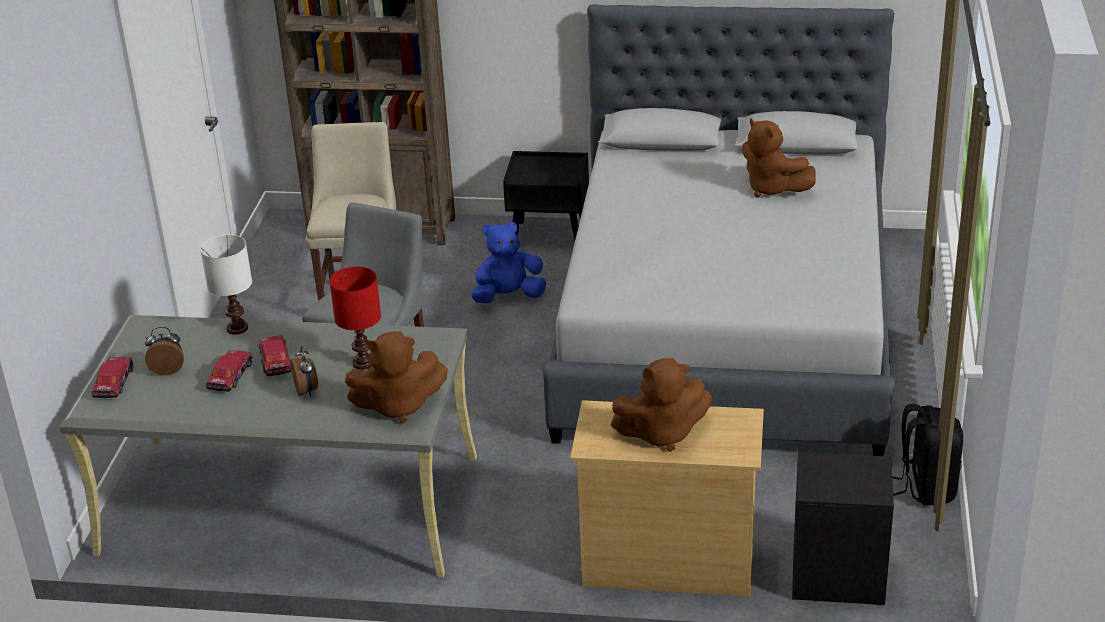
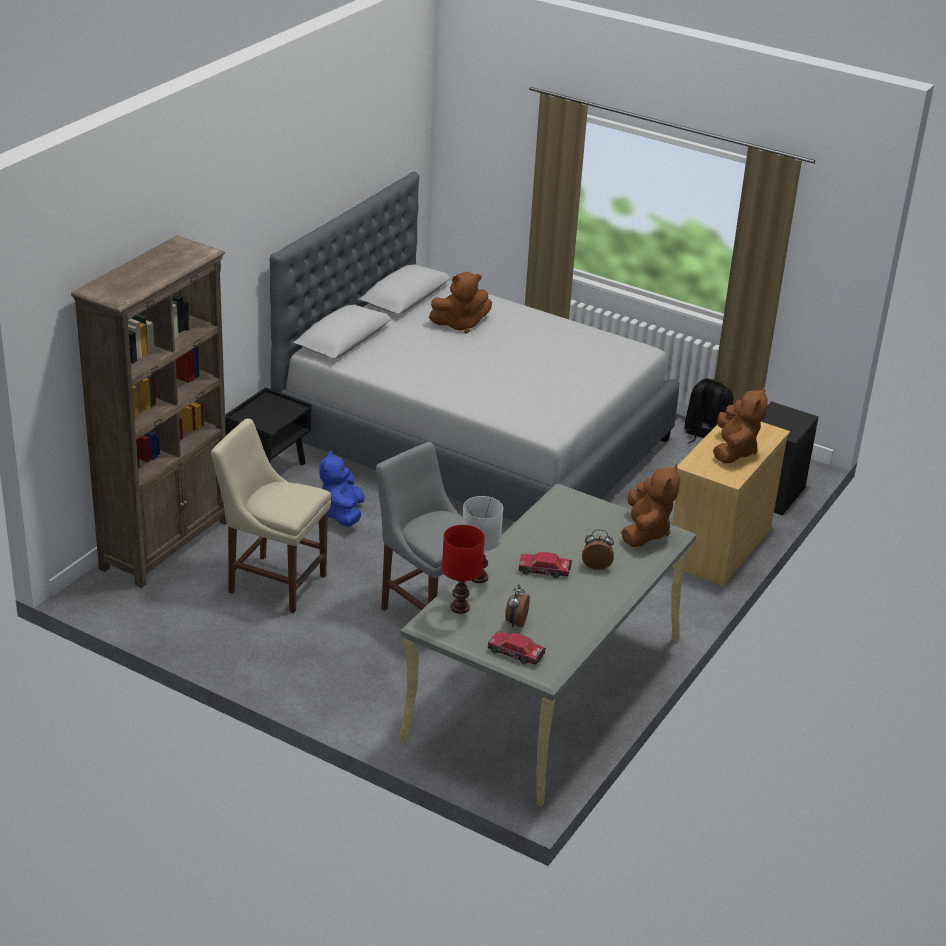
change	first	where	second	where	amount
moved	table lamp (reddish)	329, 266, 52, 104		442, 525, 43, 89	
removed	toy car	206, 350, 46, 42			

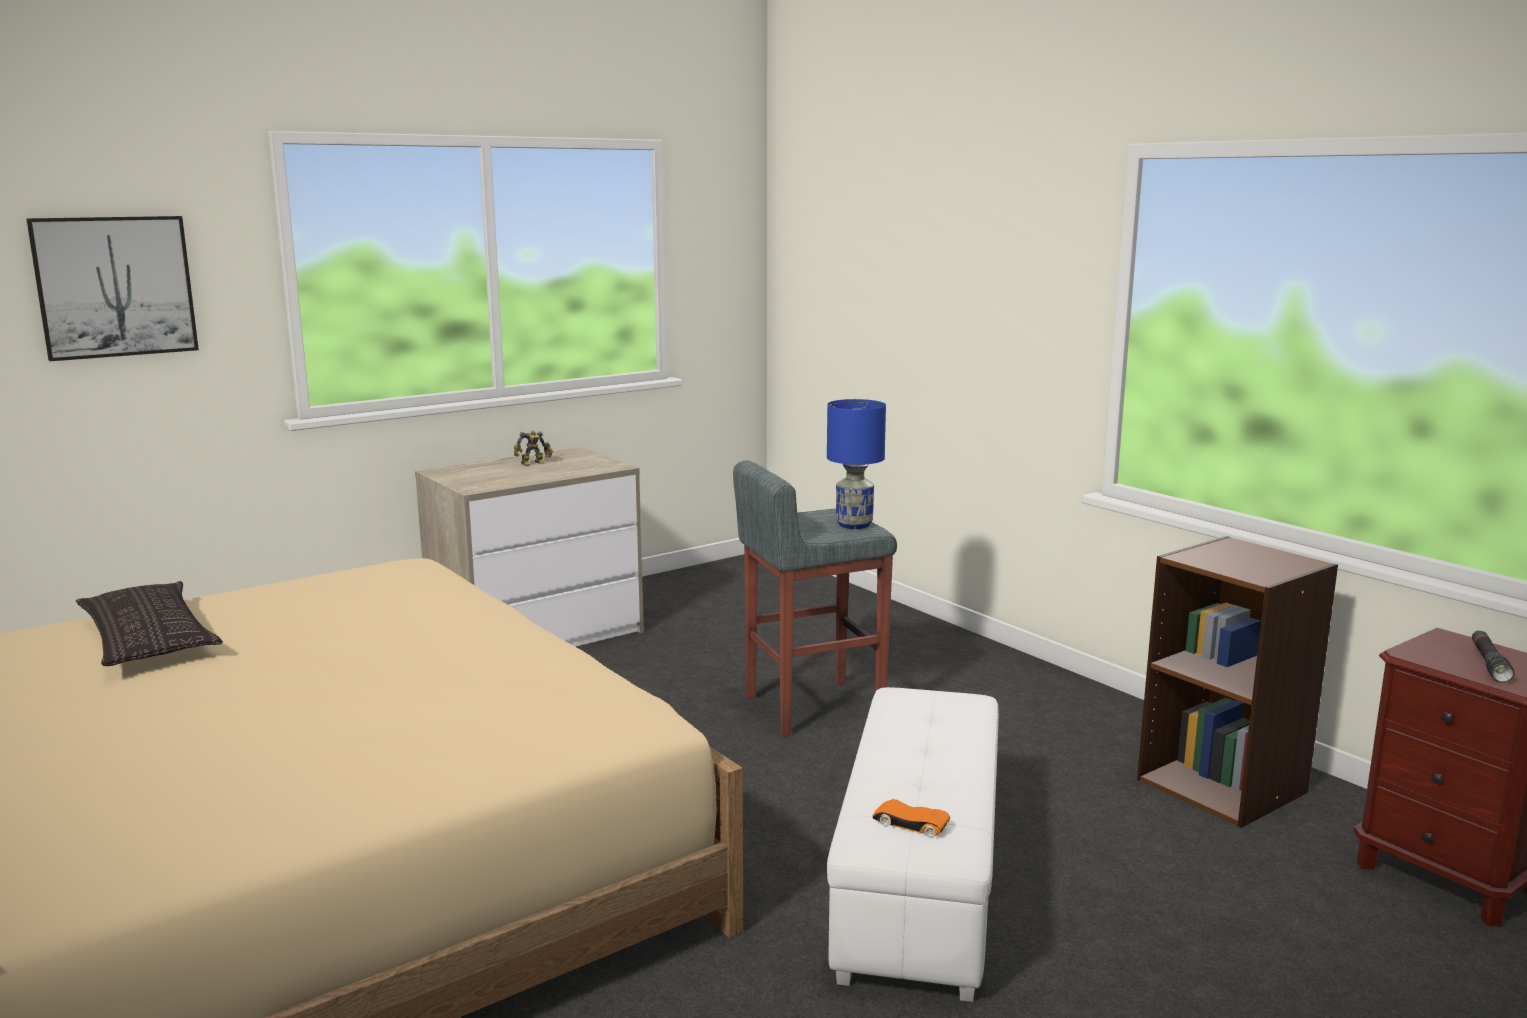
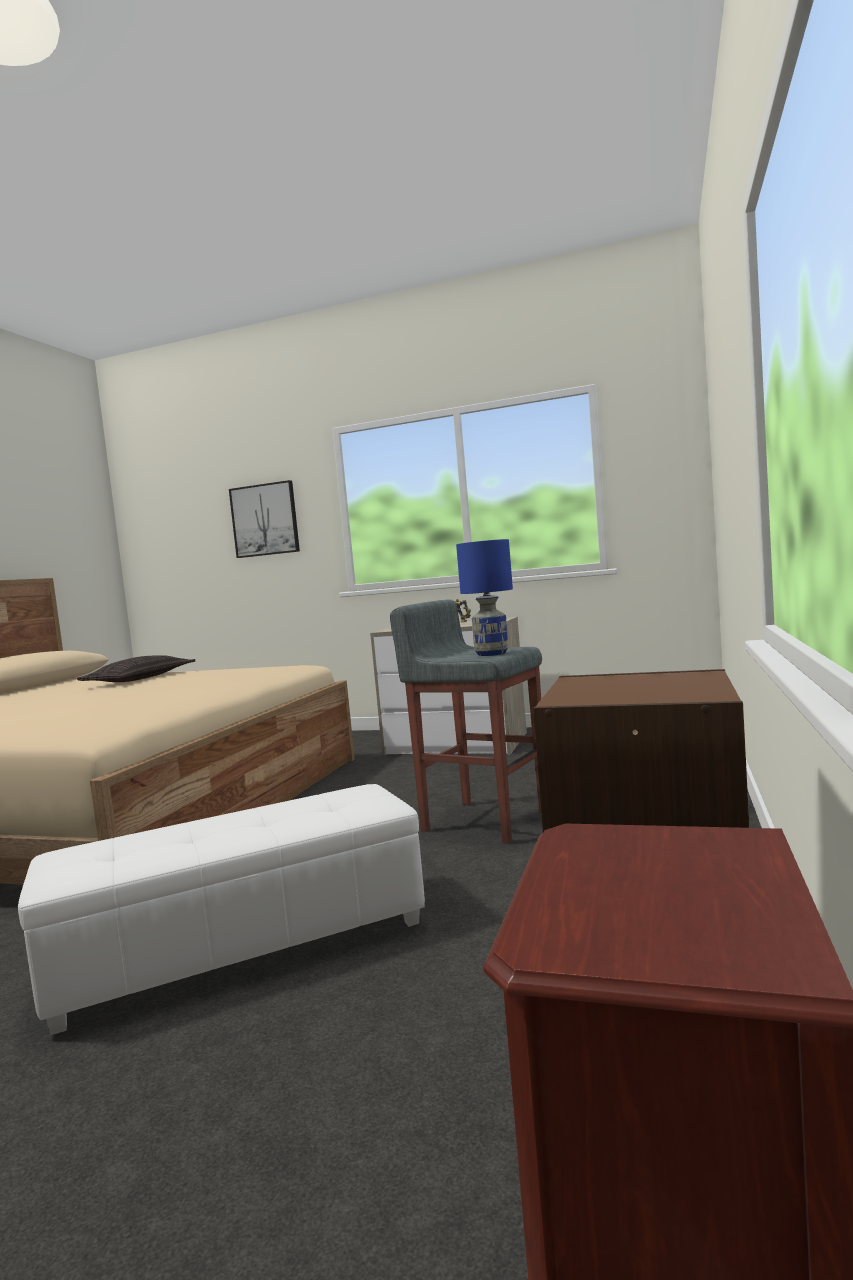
change	first	where	second	where	amount
removed	toy car (orange)	872, 800, 78, 38			
removed	torch (black-coloured)	1472, 631, 42, 52			

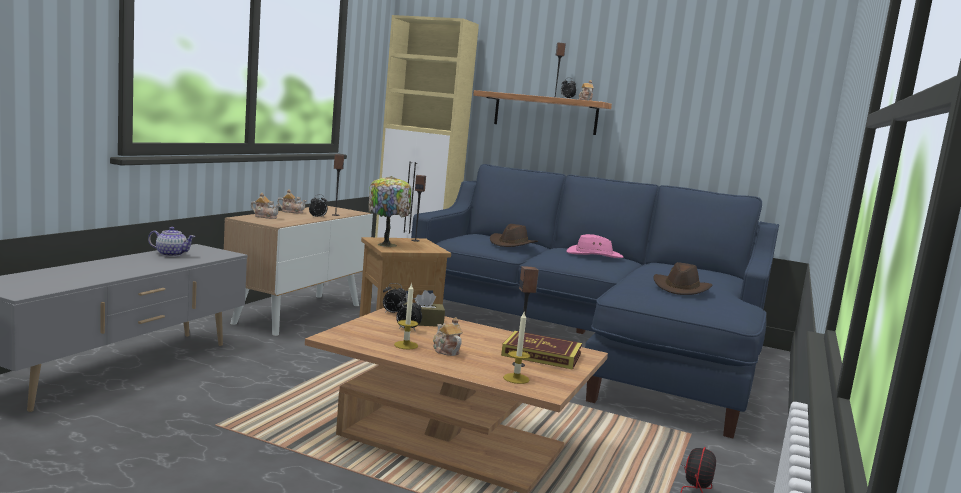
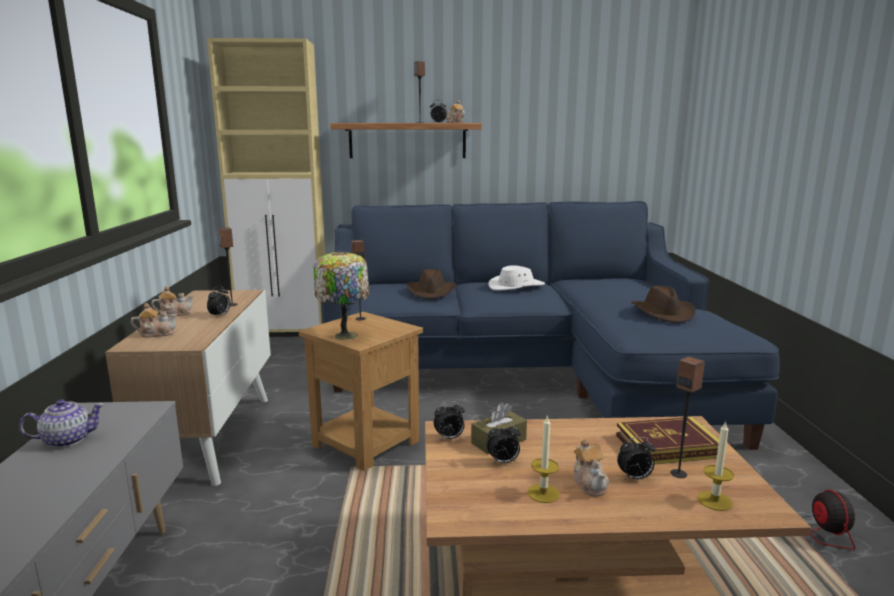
change	first	where	second	where	amount
recoloured	hat (pinkish)	567, 234, 56, 24	hat (whitish)	488, 266, 57, 24	
turned	pot for tea	433, 317, 30, 39		573, 438, 36, 58	135 degrees counterclockwise
added			table clock	617, 437, 38, 43	

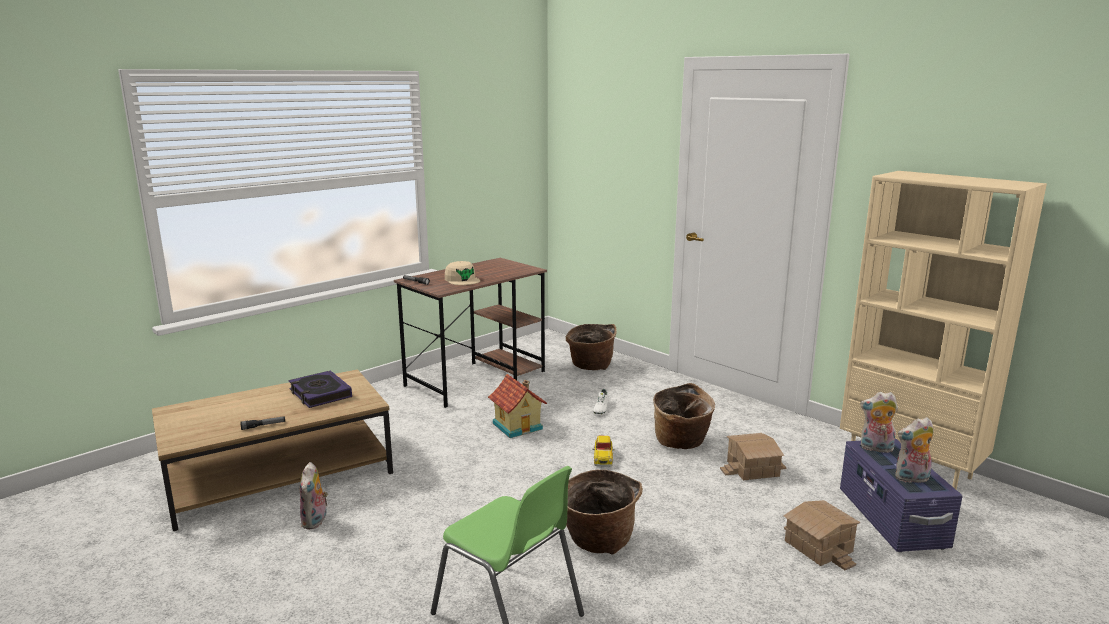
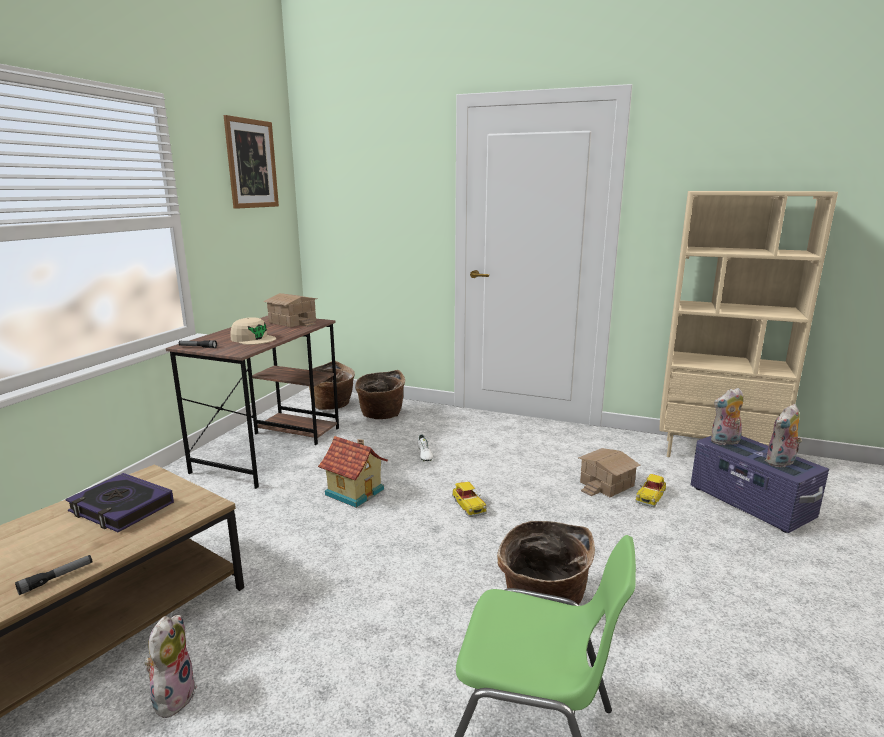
change	first	where	second	where	amount
turned	soft toy	300, 462, 28, 67		145, 615, 52, 103	150 degrees counterclockwise
added			wall picture	224, 115, 55, 94	
moved	miniature house	784, 500, 77, 70		263, 293, 54, 34	
moved	basket	653, 383, 62, 66		309, 361, 46, 49	
added			toy car	636, 474, 30, 33	

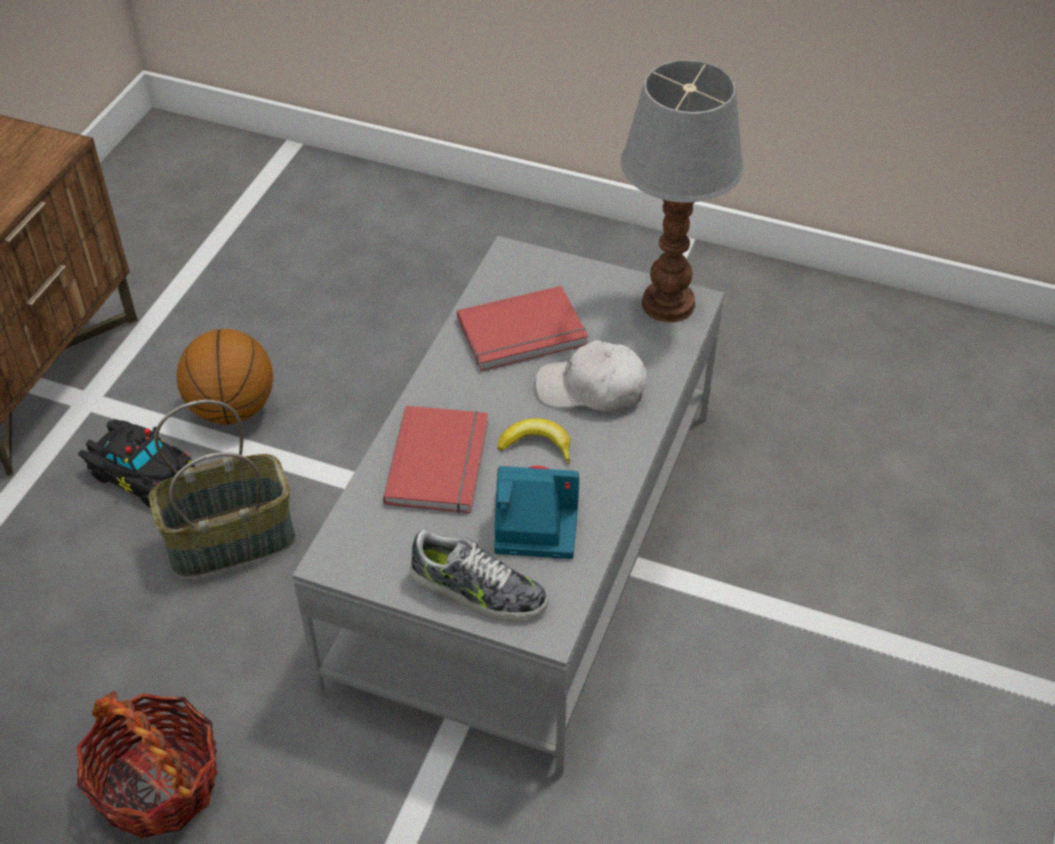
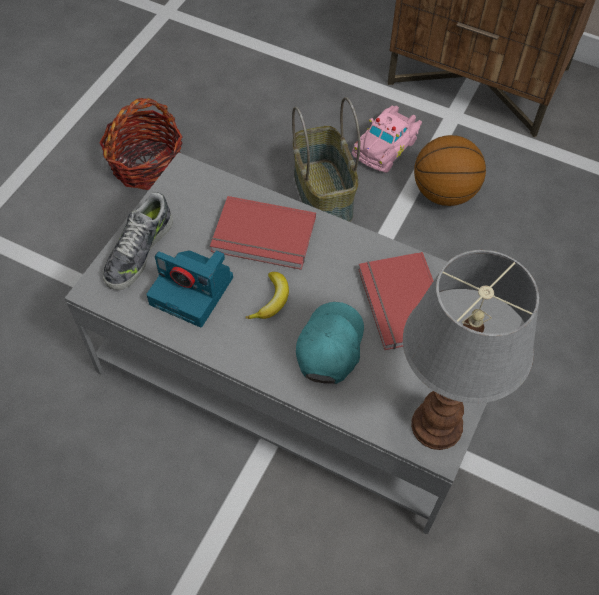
change	first	where	second	where	amount
turned	photo camera	494, 466, 86, 93		146, 250, 87, 77	105 degrees clockwise
recoloured	baseball cap (whitish)	535, 340, 111, 72	baseball cap (turquoise-coloured)	296, 302, 68, 82	
recoloured	toy car (black-coloured)	79, 419, 116, 89	toy car (pinkish)	352, 106, 70, 67	

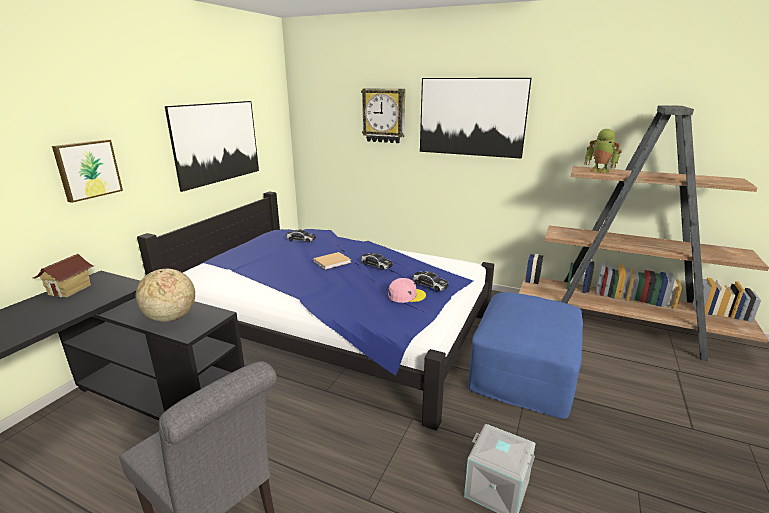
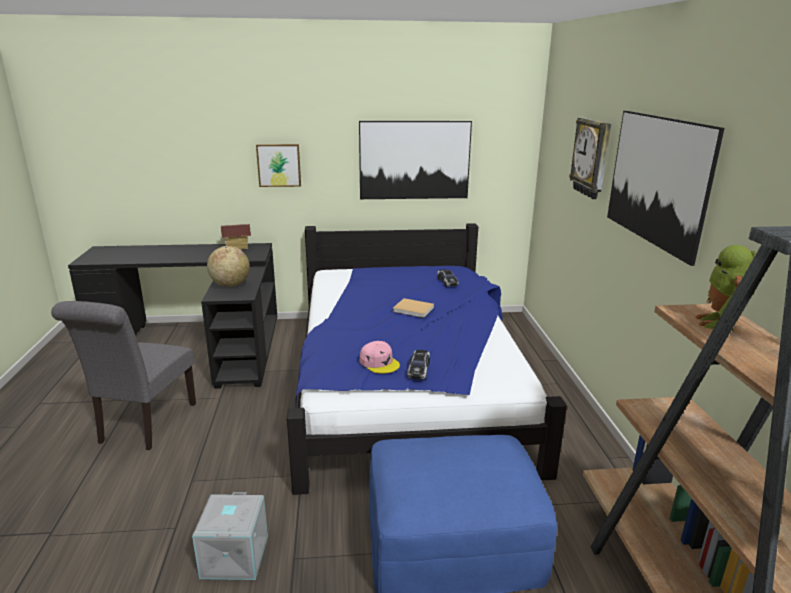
change	first	where	second	where	amount
removed	toy car	361, 253, 32, 17			

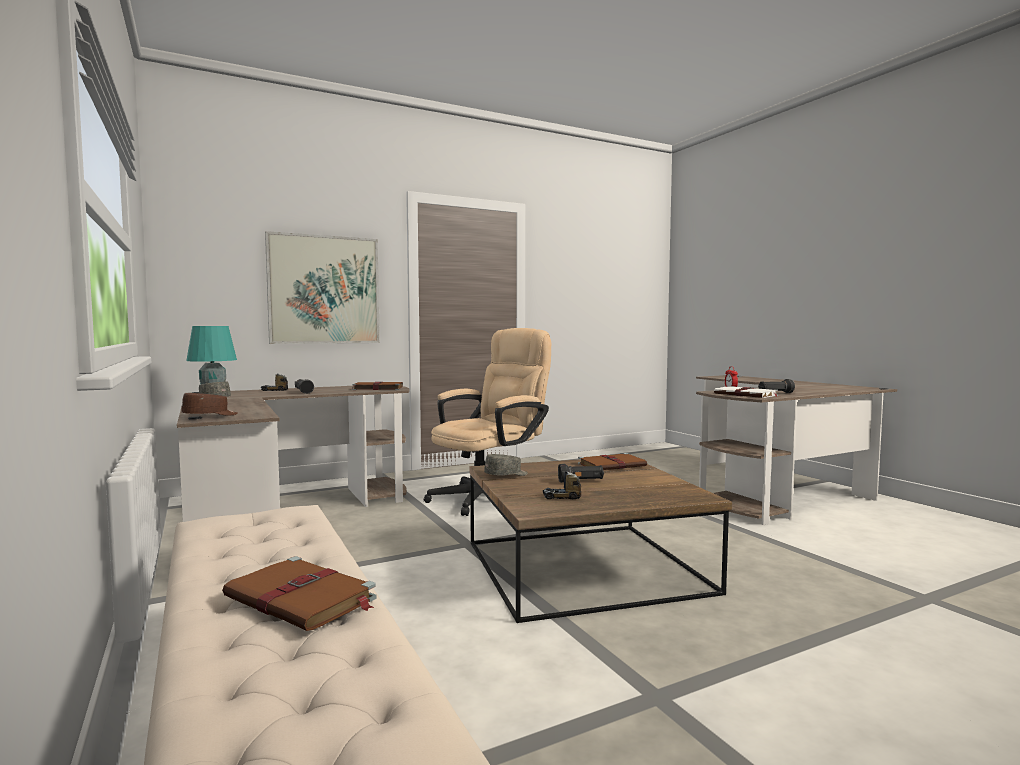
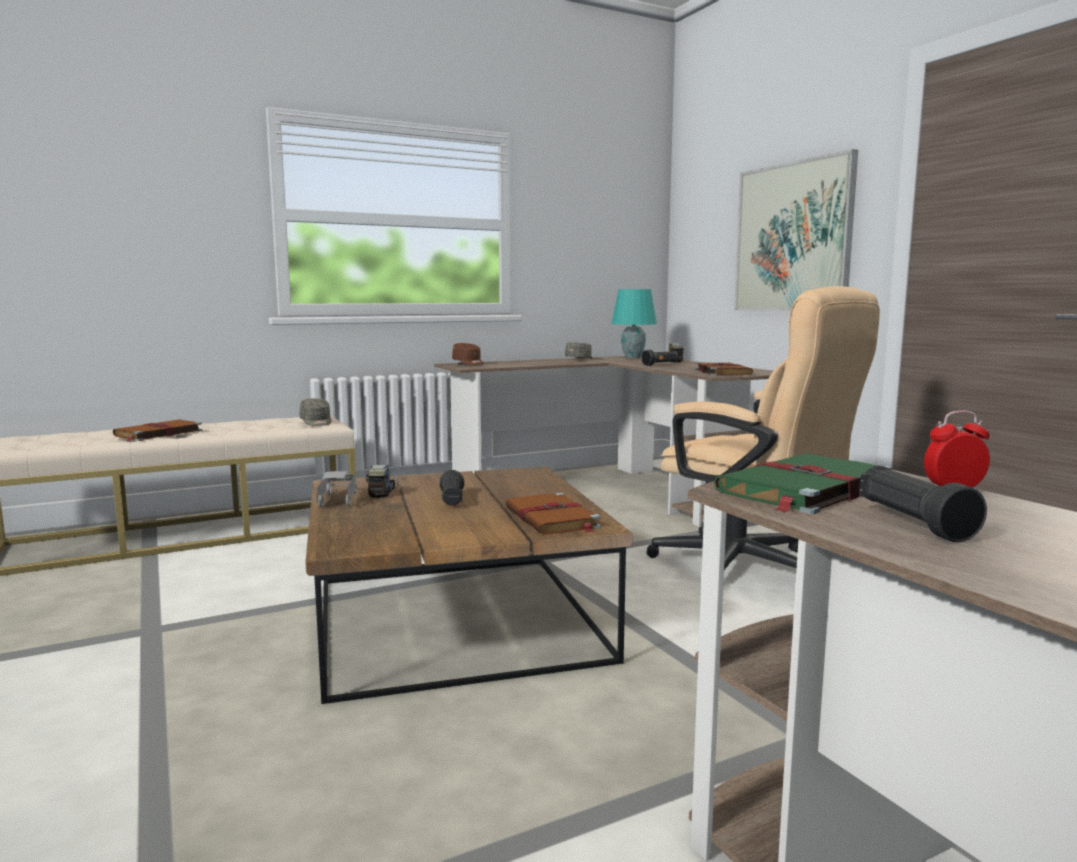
change	first	where	second	where	amount
moved	baseball cap (greyish)	484, 454, 44, 22		300, 398, 31, 28	
added			toy car (greyish)	316, 471, 41, 36	
recoloured	volume (whitish)	714, 386, 65, 12	volume (greenish)	714, 453, 178, 61	

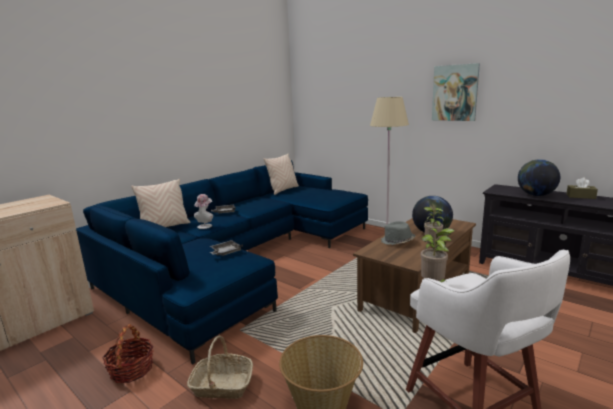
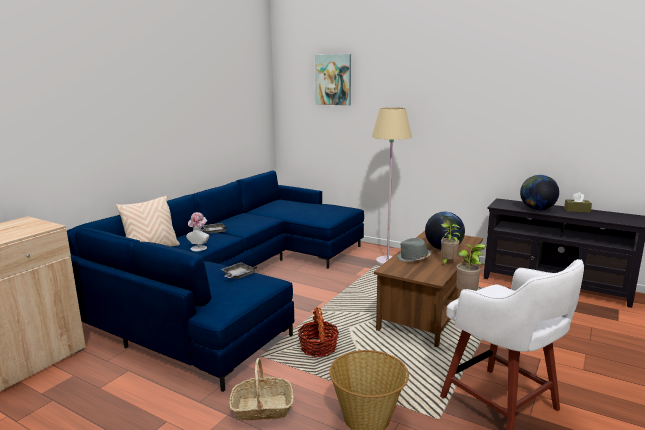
change	first	where	second	where	amount
moved	basket	102, 324, 52, 59		298, 307, 41, 50	
moved	wall picture	432, 63, 48, 58		315, 54, 36, 52	
removed	throw pillow (sand-coloured)	264, 154, 35, 41			

